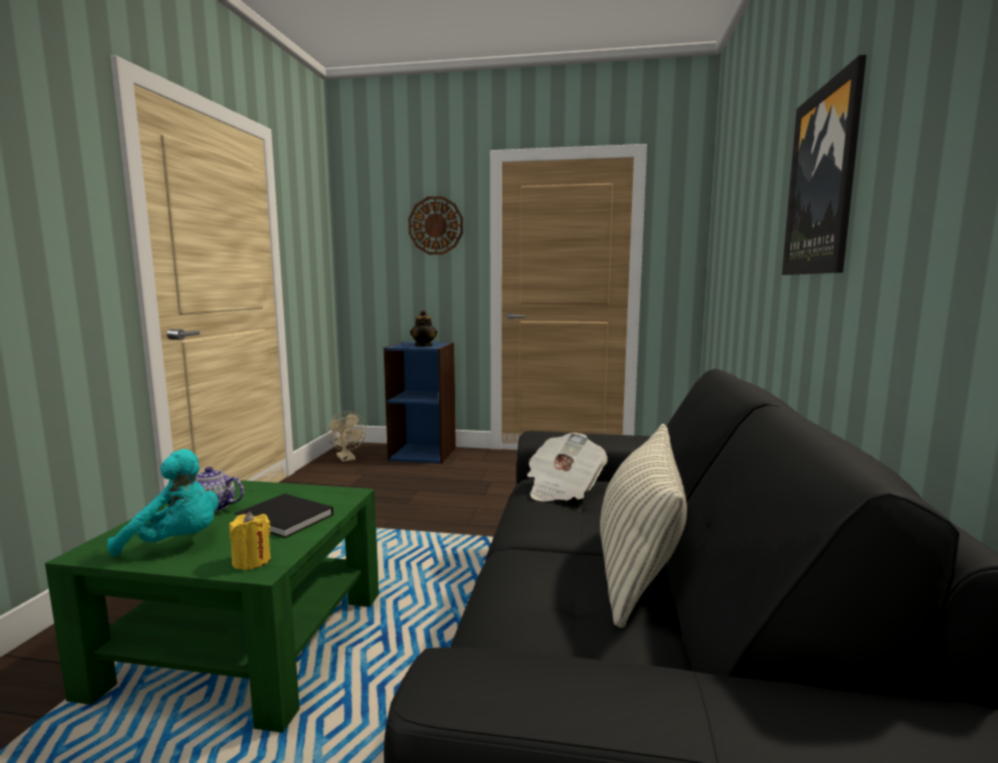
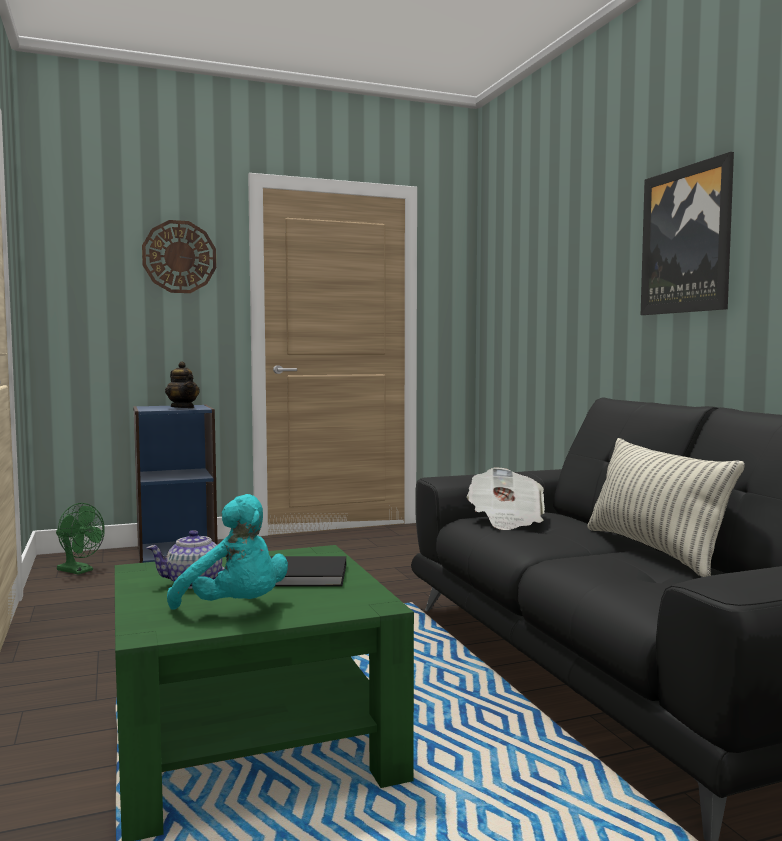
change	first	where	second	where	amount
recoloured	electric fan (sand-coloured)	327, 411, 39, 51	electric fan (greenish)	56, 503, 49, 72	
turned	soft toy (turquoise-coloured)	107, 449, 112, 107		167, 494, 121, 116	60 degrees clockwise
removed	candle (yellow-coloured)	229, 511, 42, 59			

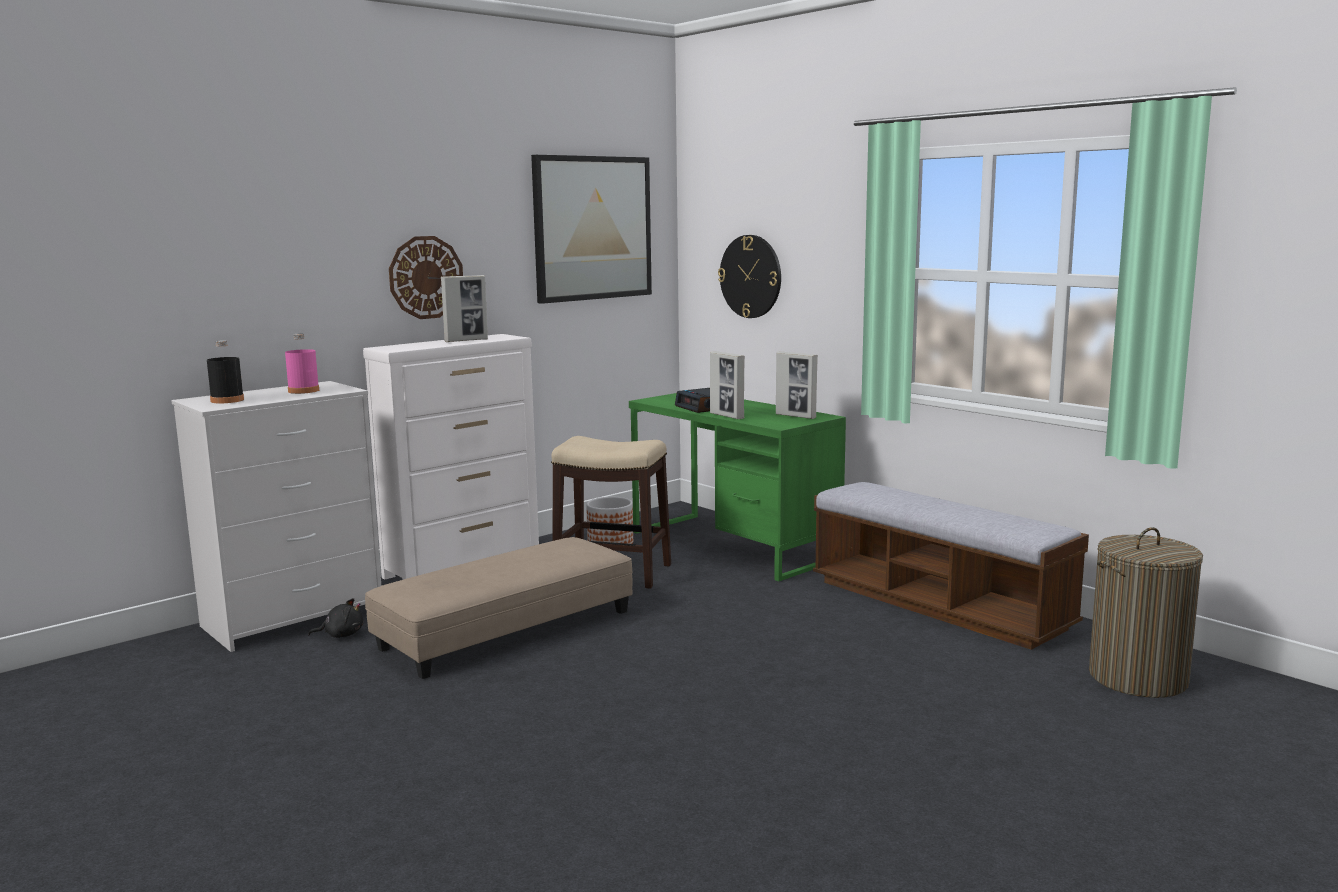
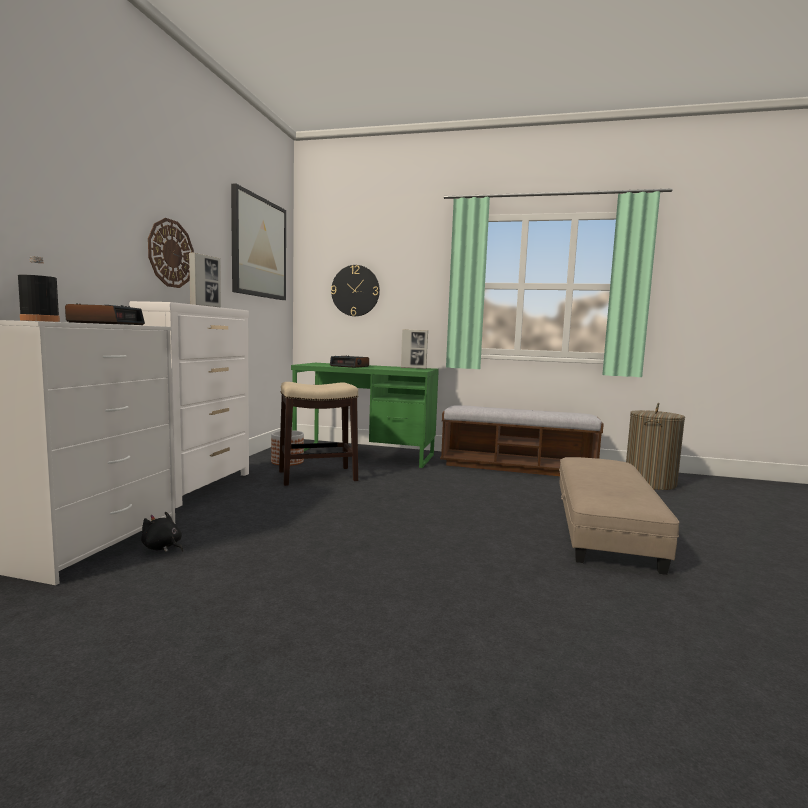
change	first	where	second	where	amount
replaced	beverage bottle (pinkish)	285, 334, 34, 60	table clock	65, 303, 80, 22	
turned	soft toy (black-coloured)	308, 598, 56, 40		141, 512, 43, 40	105 degrees counterclockwise
moved	pouffe (sand-coloured)	365, 537, 268, 142		559, 457, 120, 118	
removed	picture frame	710, 351, 35, 68			

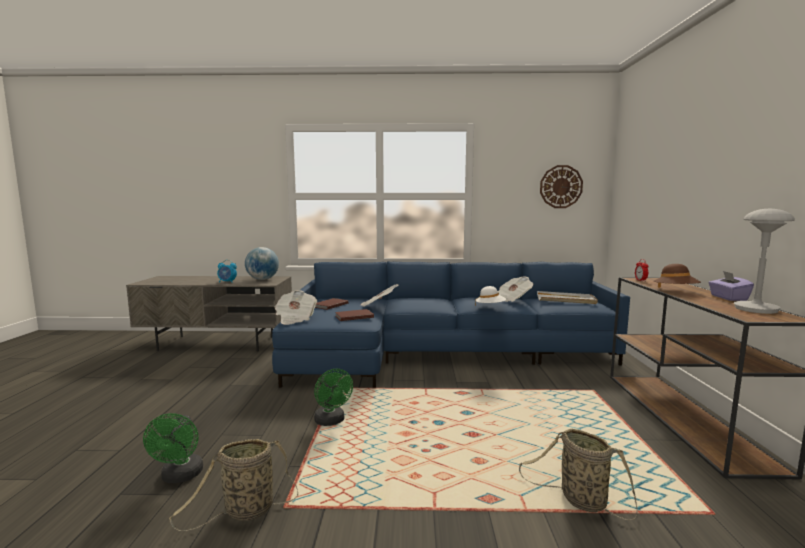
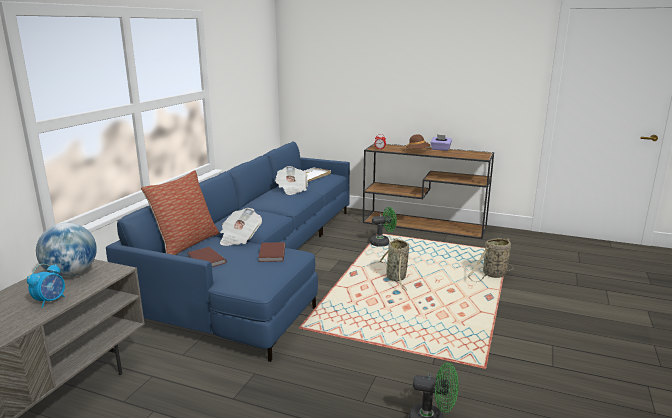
change	first	where	second	where	amount
added			throw pillow	141, 170, 78, 85	
moved	electric fan (greenish)	314, 368, 39, 58		370, 207, 27, 39	
moved	basket	169, 439, 129, 92		378, 238, 31, 53	
removed	daily paper	274, 290, 43, 35			
removed	hat (whitish)	475, 286, 31, 20			
removed	clock on the wall	540, 165, 43, 43			
removed	table lamp (greyish)	733, 209, 62, 105			

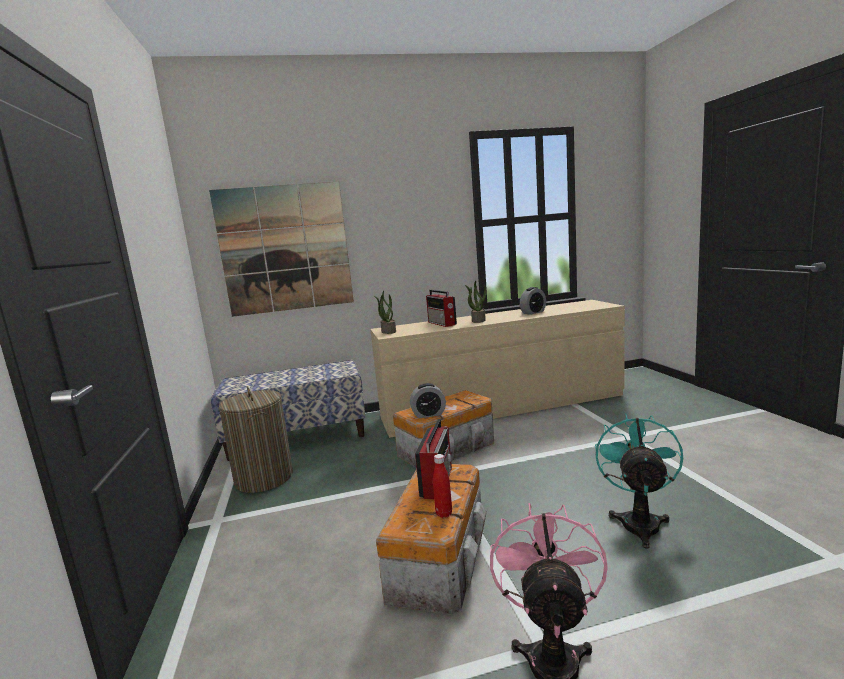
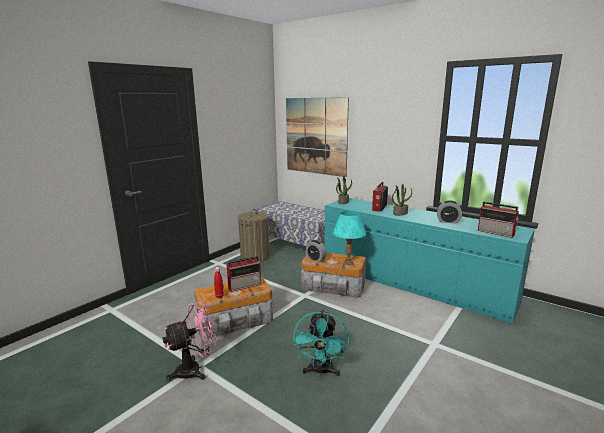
change	first	where	second	where	amount
turned	electric fan (turquoise-coloured)	595, 413, 88, 136		292, 310, 57, 67	120 degrees clockwise
recoloured	dresser (sand-coloured)	370, 300, 255, 138	dresser (turquoise-coloured)	324, 198, 211, 126	
added			table lamp (turquoise-coloured)	333, 211, 33, 54	
added			radio set	478, 202, 41, 36	

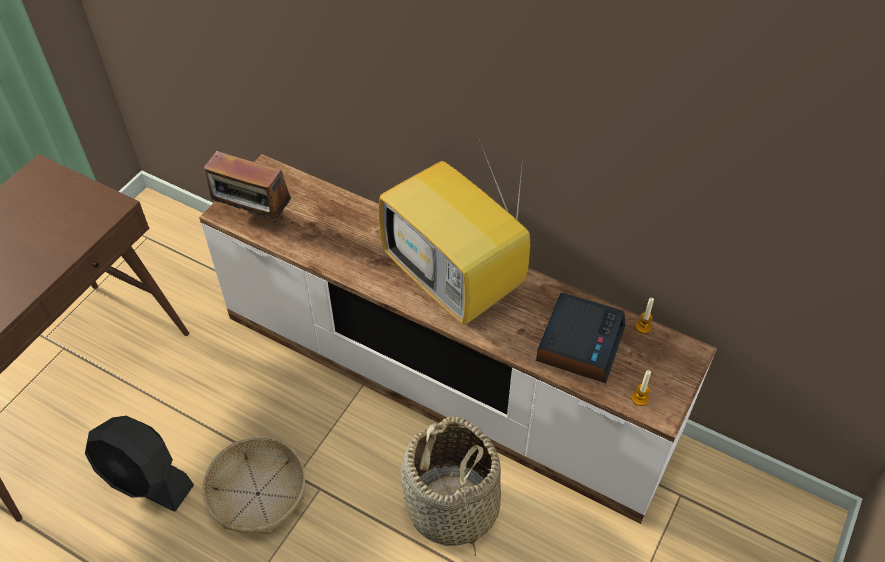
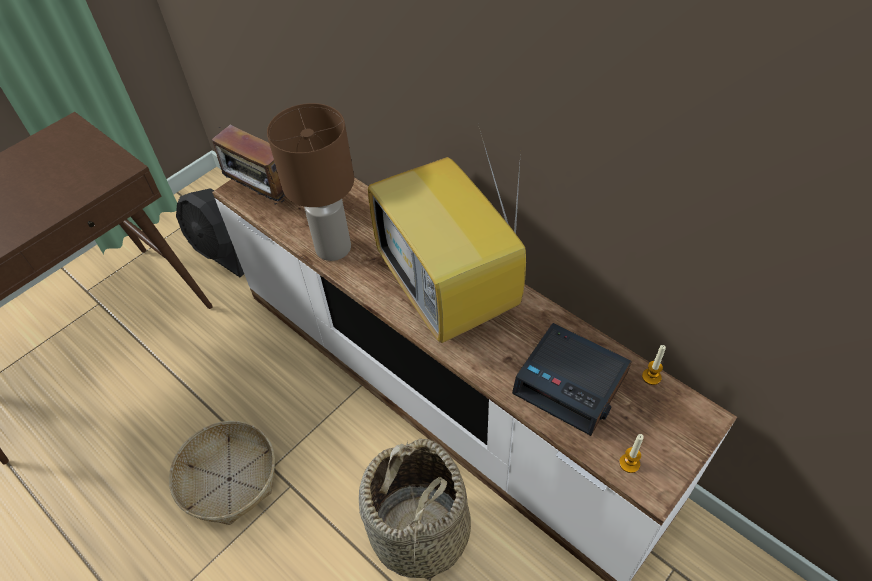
change	first	where	second	where	amount
moved	electric fan (black-coloured)	85, 416, 109, 95		176, 188, 68, 89	
added			table lamp (brown)	267, 103, 87, 158	
turned	table clock	536, 293, 90, 90		512, 323, 120, 113	90 degrees clockwise

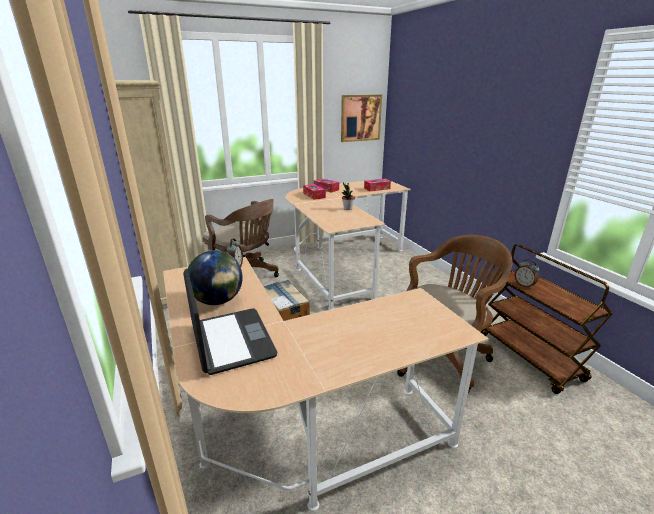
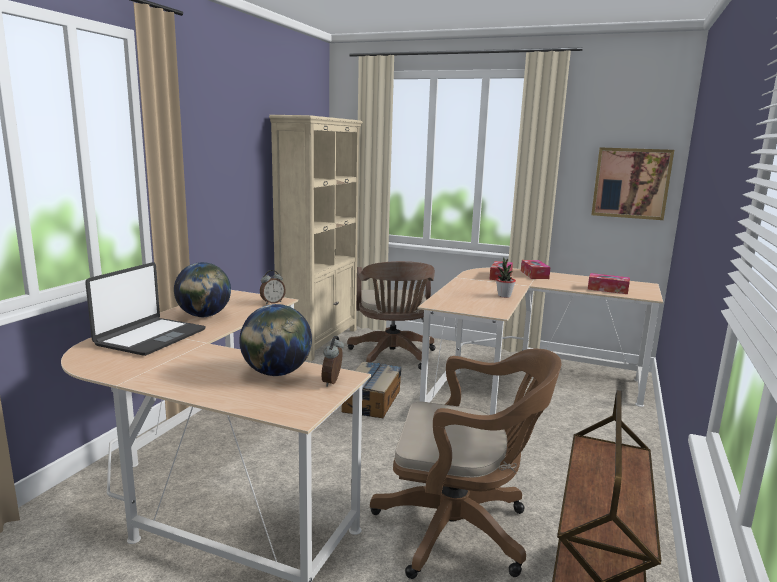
change	first	where	second	where	amount
added			globe	239, 304, 73, 72	
moved	table clock	514, 259, 25, 30		322, 336, 22, 51	

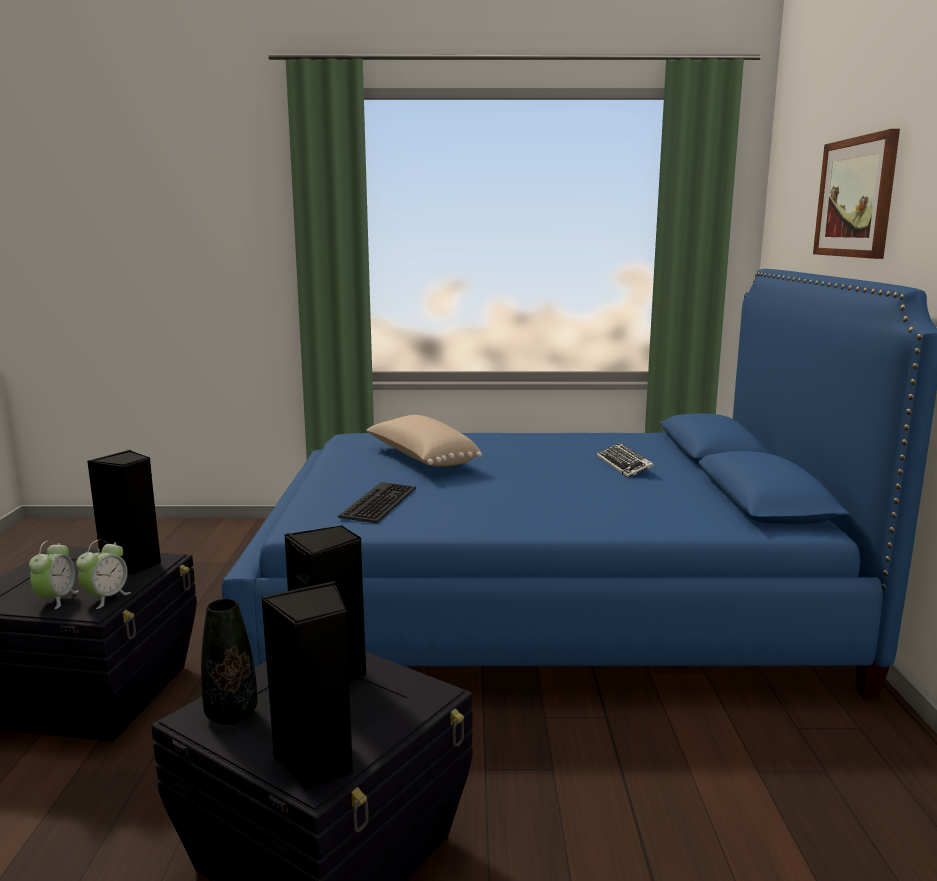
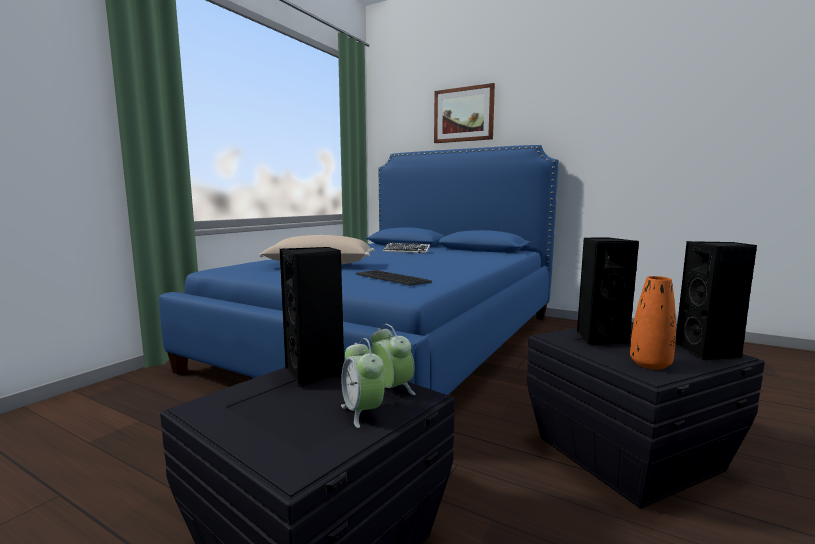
change	first	where	second	where	amount
turned	table clock	29, 541, 50, 68		341, 338, 44, 90	150 degrees counterclockwise
recoloured	vase (black-coloured)	201, 599, 56, 126	vase (orange)	630, 276, 46, 94	

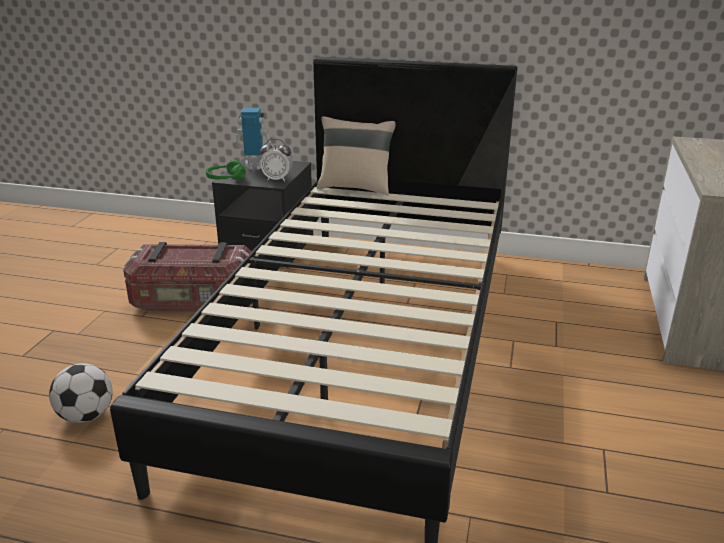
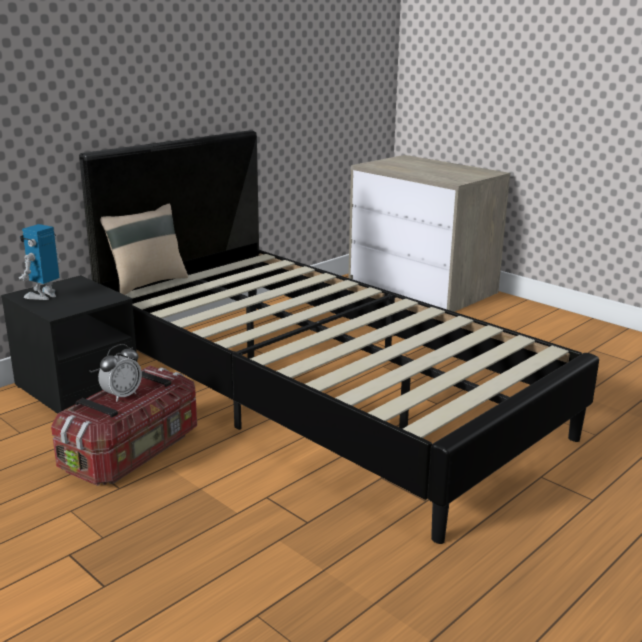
change	first	where	second	where	amount
moved	table clock	260, 139, 33, 43		98, 344, 44, 58	
removed	ball for football	49, 363, 64, 60			
removed	pair of headphones (greenish)	206, 160, 40, 21			

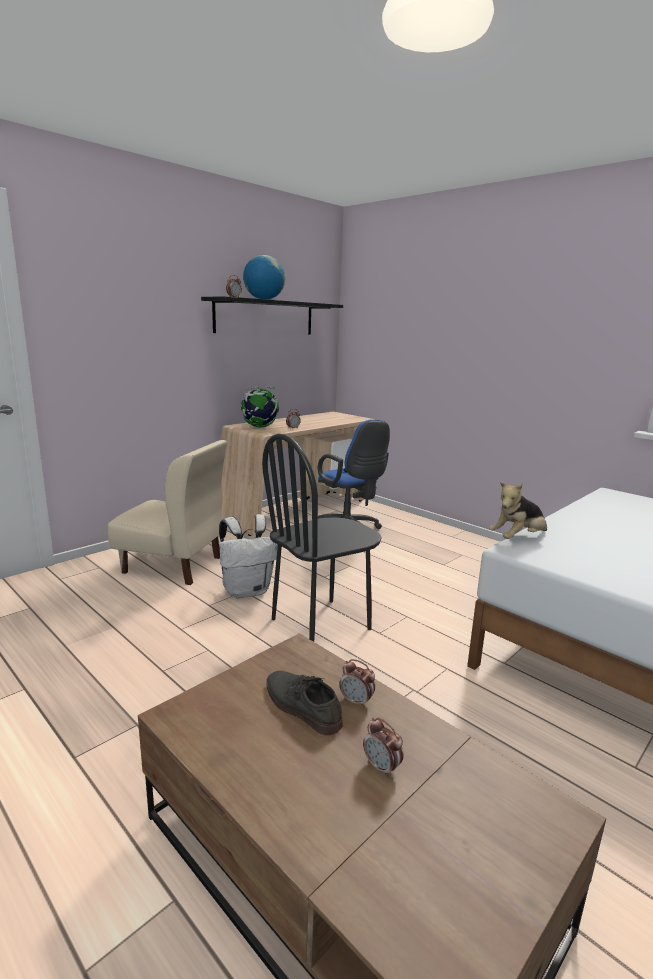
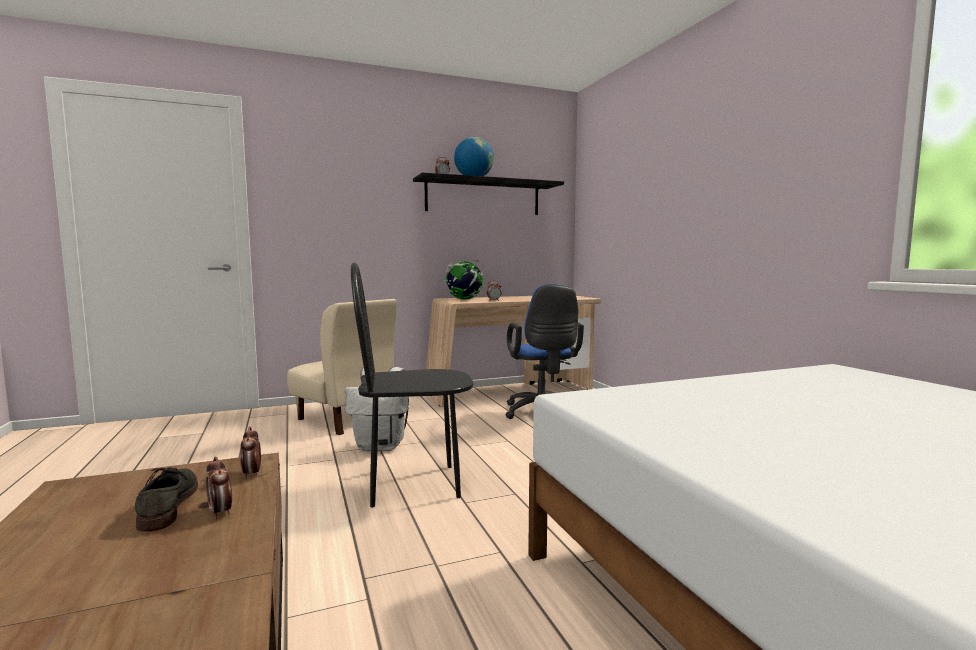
change	first	where	second	where	amount
moved	table clock	363, 717, 41, 61		240, 426, 21, 53	
removed	soft toy	489, 482, 58, 57			

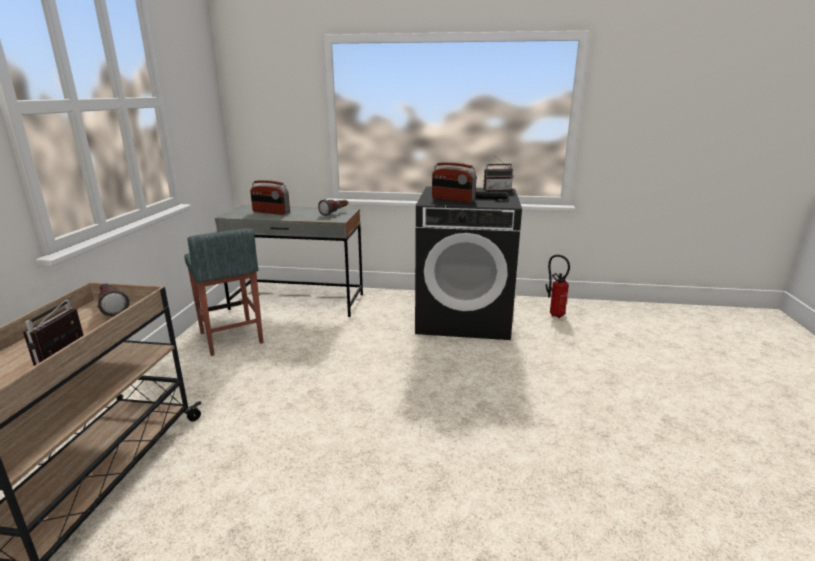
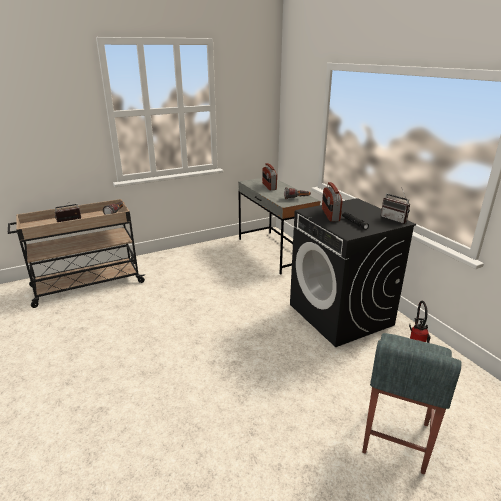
change	first	where	second	where	amount
moved	stool seat (greyish)	184, 228, 79, 128		362, 333, 100, 142	

